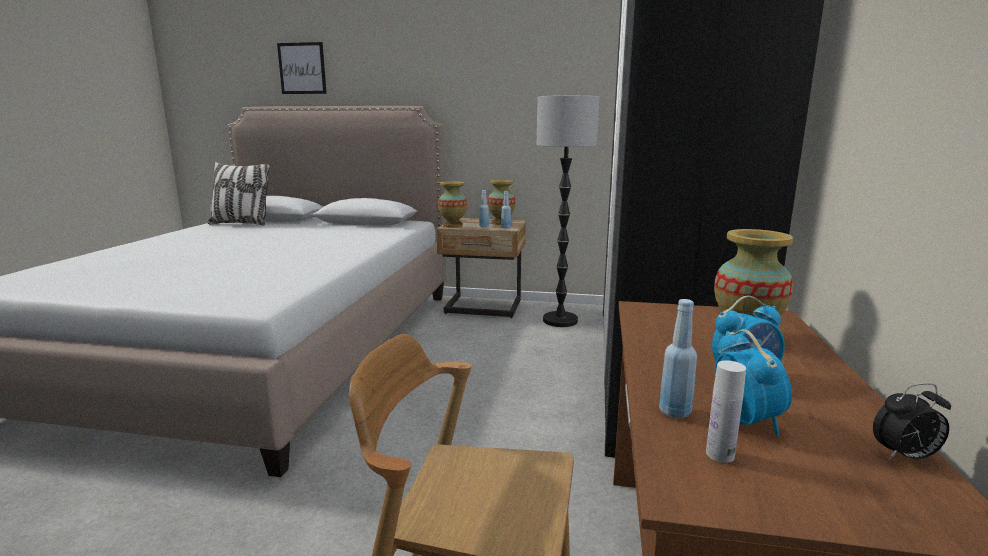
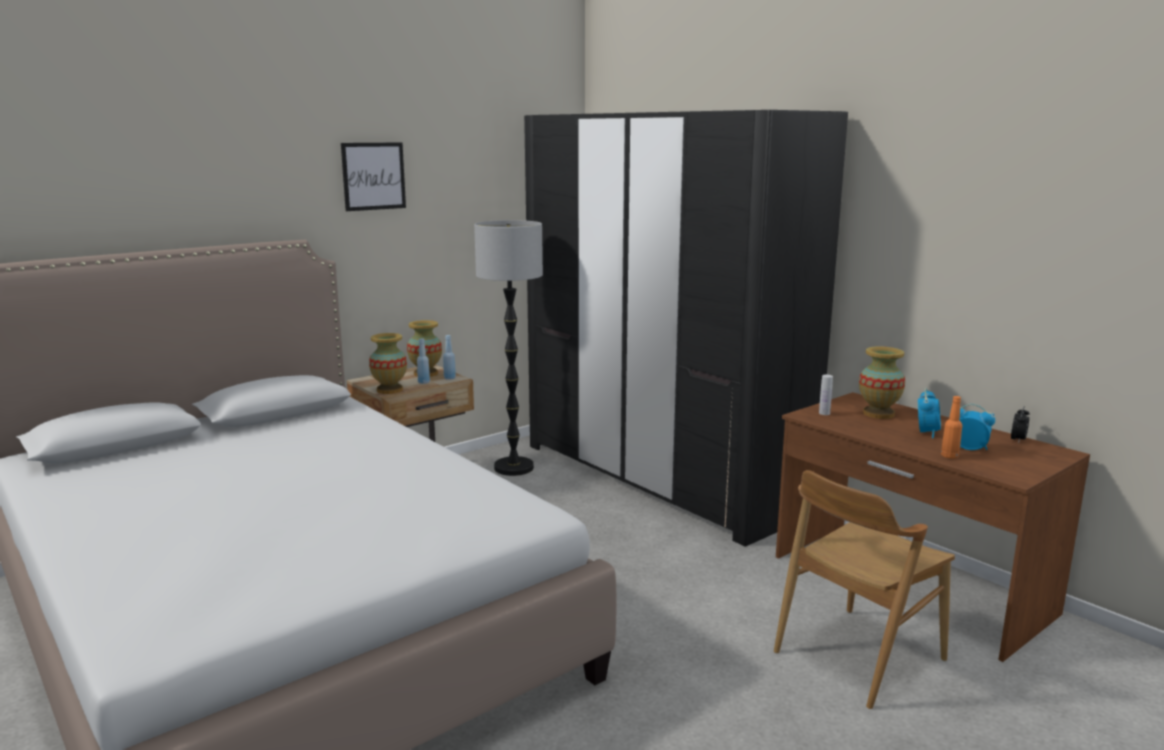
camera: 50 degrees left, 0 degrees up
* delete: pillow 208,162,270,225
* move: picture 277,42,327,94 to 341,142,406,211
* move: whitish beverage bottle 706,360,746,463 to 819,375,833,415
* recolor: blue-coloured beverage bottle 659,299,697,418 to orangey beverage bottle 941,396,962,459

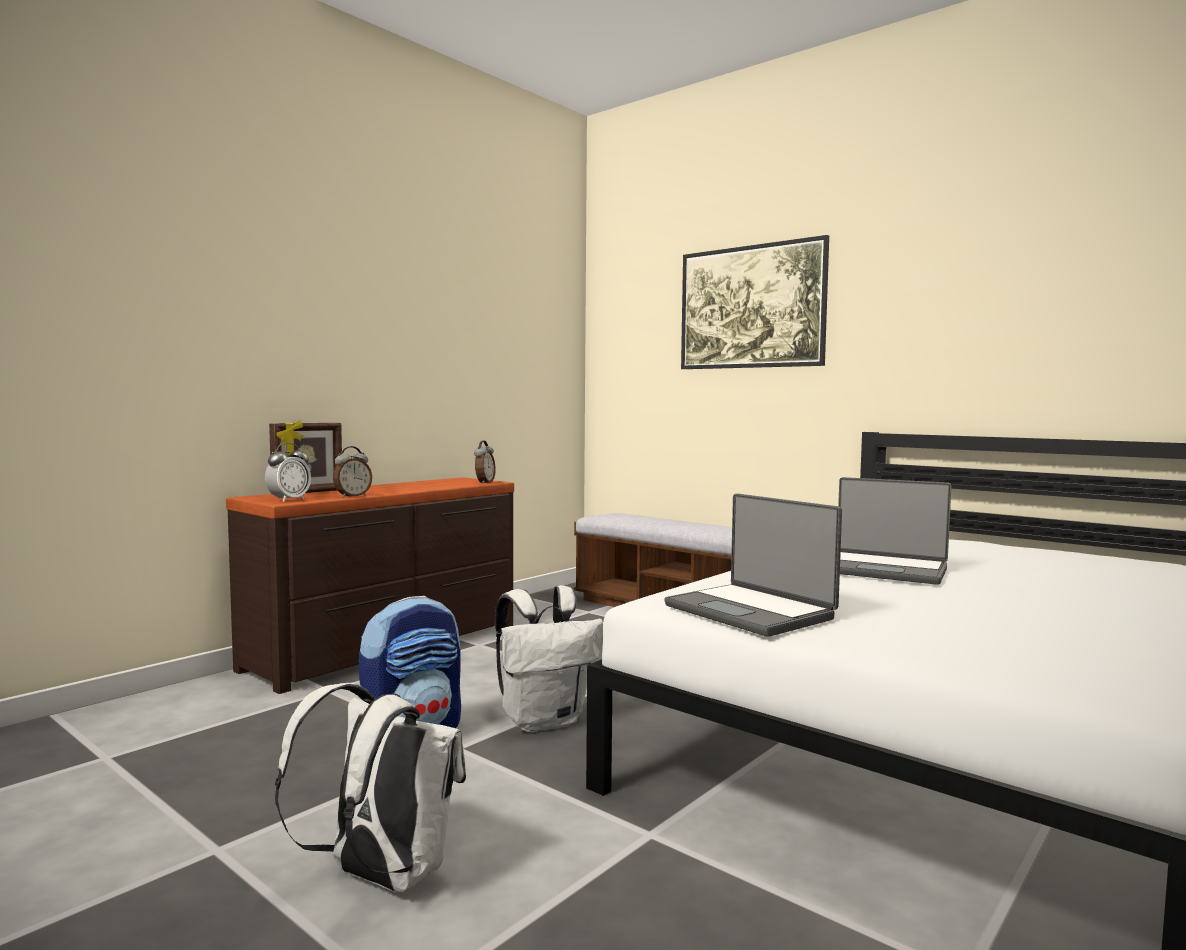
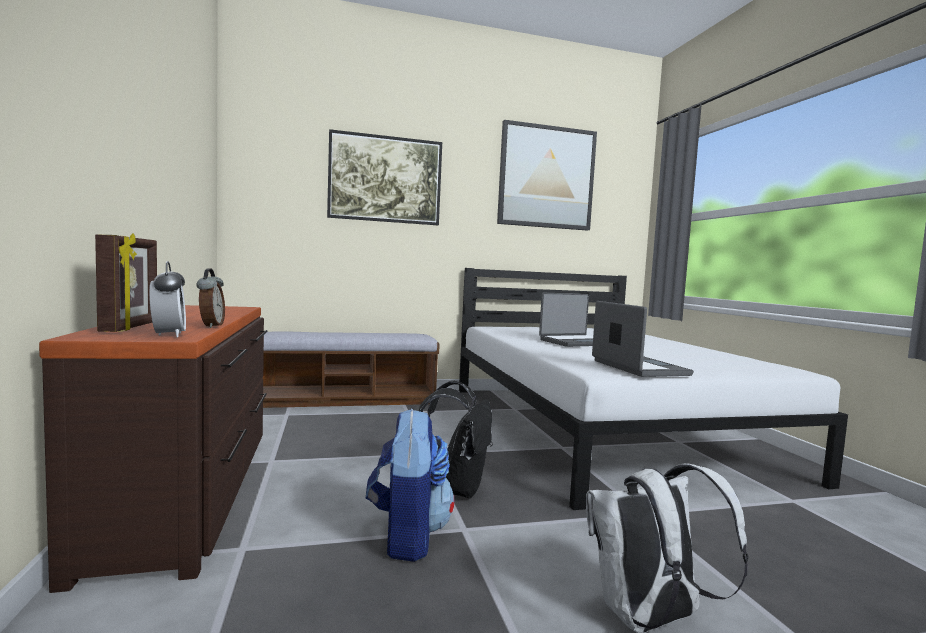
camera: 55 degrees left, 0 degrees up
* delete: table clock 474,440,496,484
* insert: picture 497,120,597,231
* recolor: whitish rucksack 495,585,603,732 to black rucksack 419,381,493,498
* rotate: portable computer 664,494,842,637 = 592,301,694,377 105 degrees counterclockwise

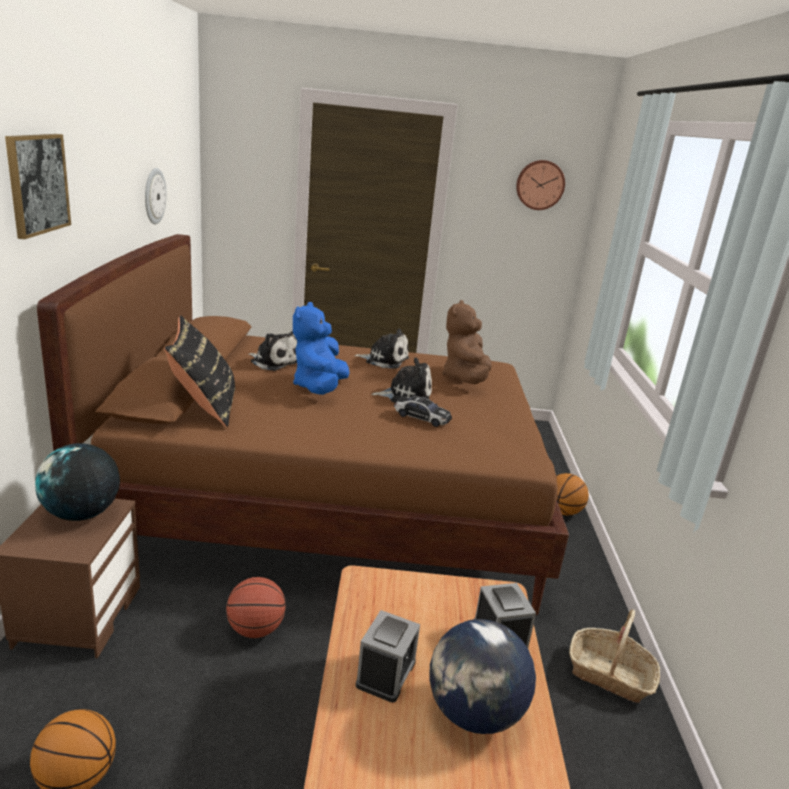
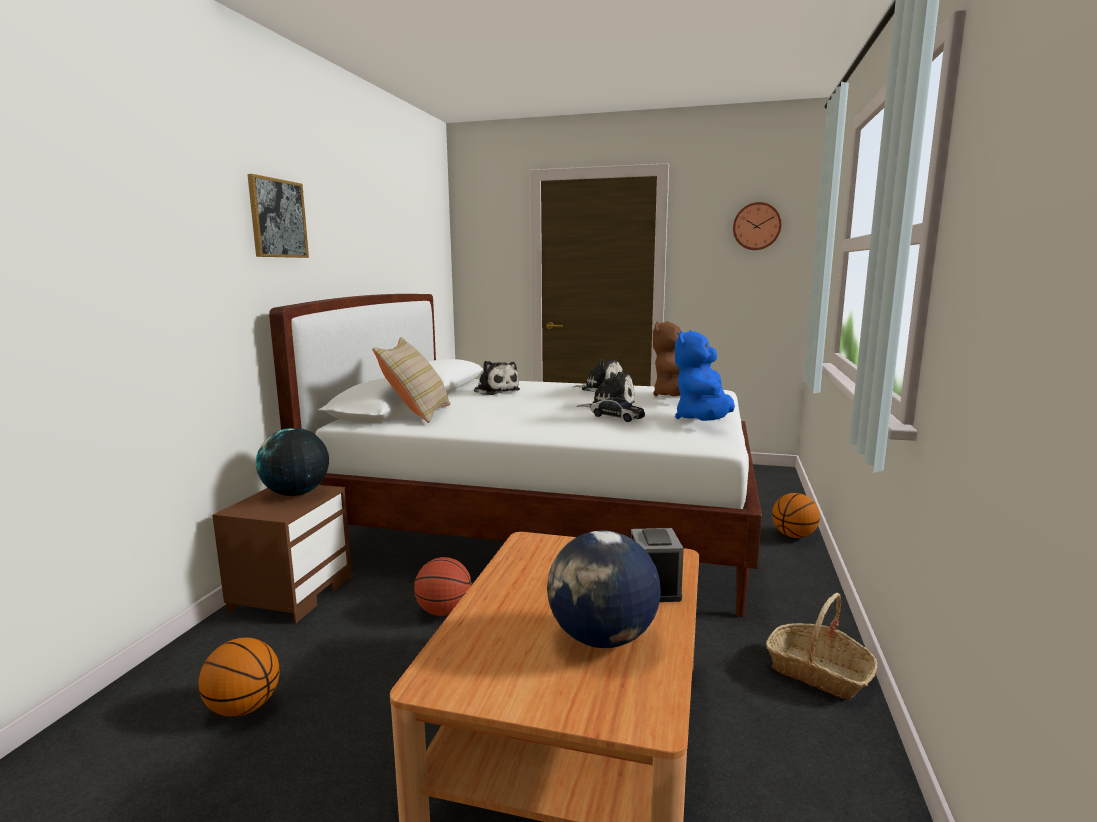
camera: 15 degrees right, 10 degrees down
* delete: wall clock 145,168,166,224
* delete: table clock 356,610,420,703
* move: blue-coloured plush toy 293,302,350,395 to 675,330,735,421
* recolor: brownish sleeping bed 37,234,569,615 to whitish sleeping bed 269,294,762,617
* recolor: black pillow 164,315,235,427 to beige-coloured pillow 372,337,451,423

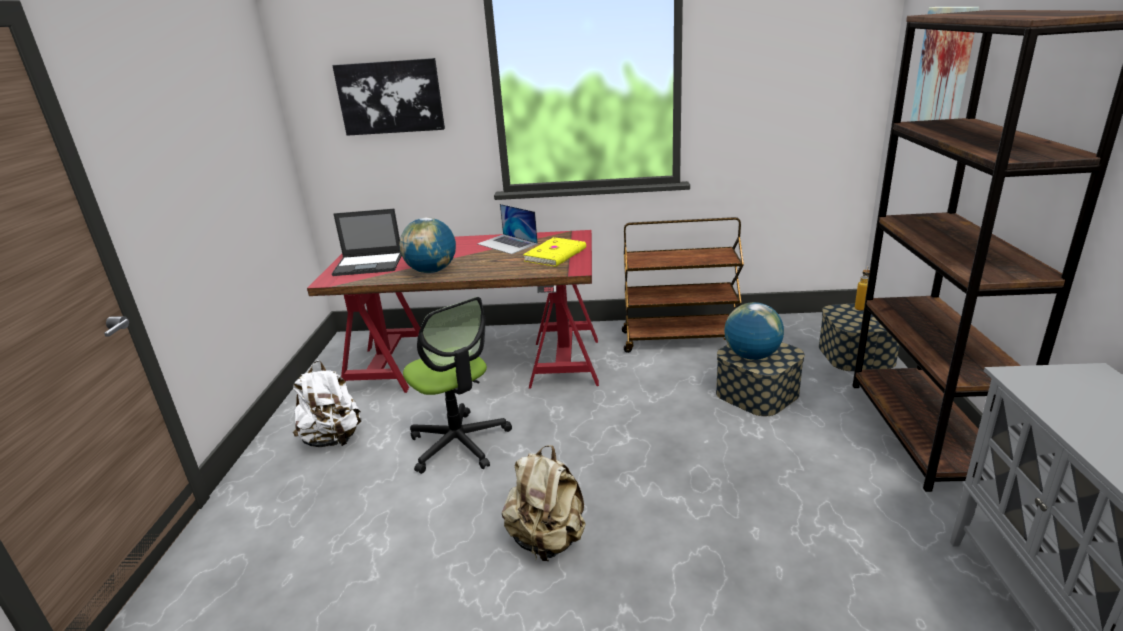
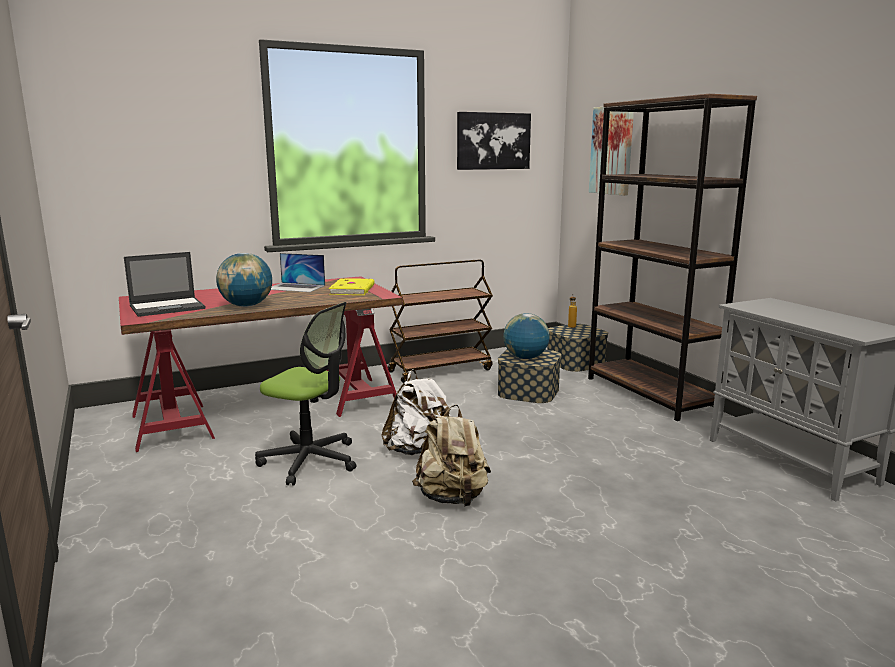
camera: 30 degrees left, 10 degrees down
* move: whitish rucksack 293,360,361,447 to 381,369,451,455
* move: picture 332,58,445,136 to 457,112,531,170

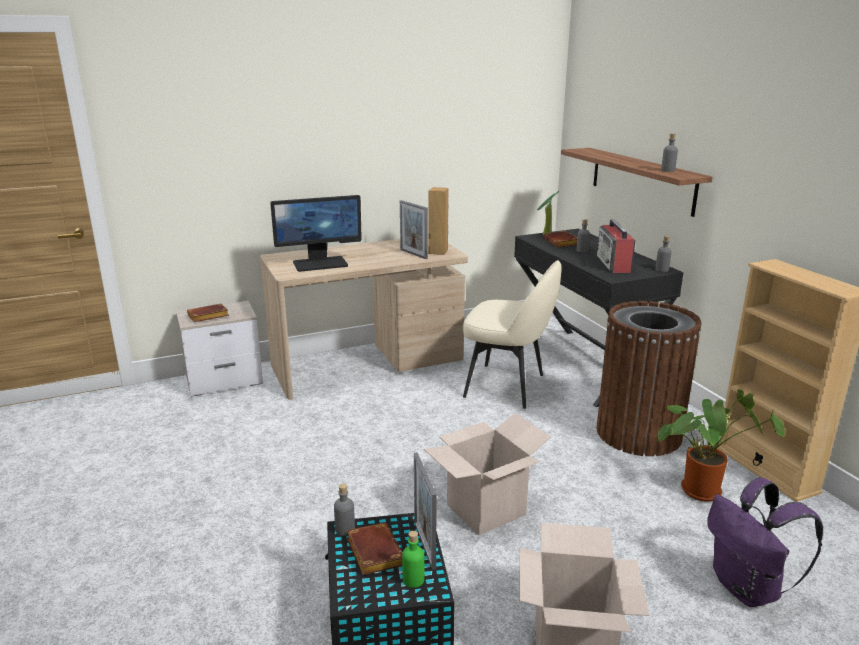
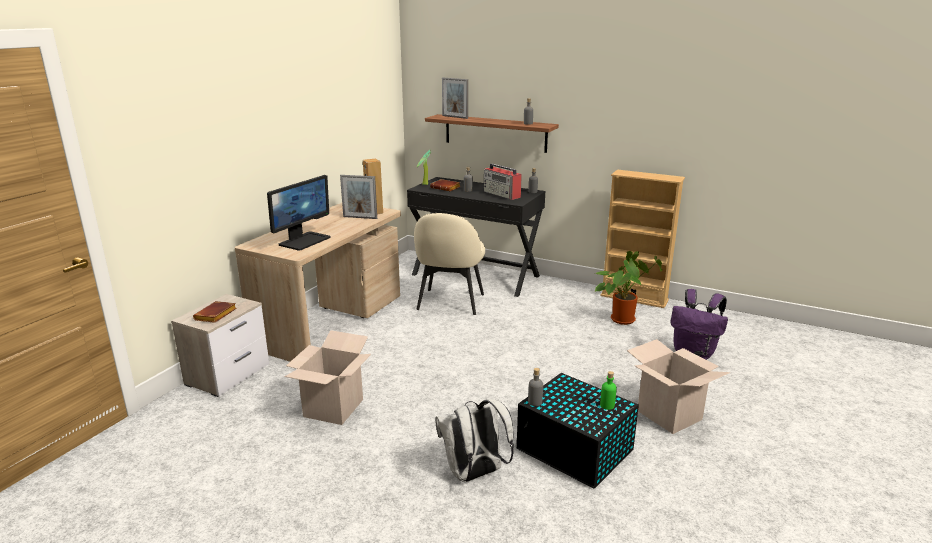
camera: 40 degrees left, 0 degrees up
* delete: brownish book 347,523,403,575
* delete: brownish waste bin 596,301,701,456
* insert: whitish rucksack 435,399,514,482
* move: photo frame 414,452,437,570 to 442,78,468,119
* move: cardboard box 424,413,551,535 to 285,330,371,425
* rotate: beige-coloured chair 463,260,561,409 = 414,213,485,315 120 degrees clockwise

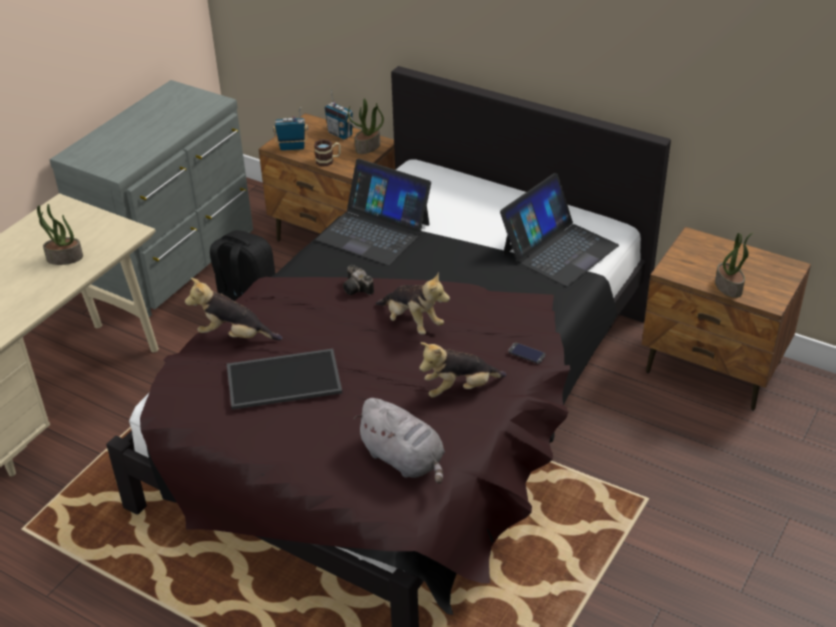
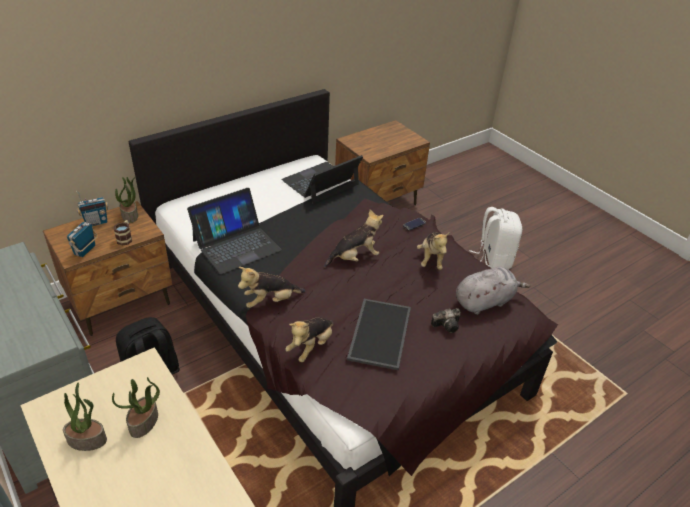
camera: 70 degrees left, 0 degrees up
* insert: plush toy 238,267,306,308
* insert: whitish rucksack 470,207,522,269
* move: photo camera 343,265,374,295 to 431,308,461,333
* move: potted plant 715,233,753,298 to 63,382,107,451
* rotate: portable computer 500,173,619,286 = 281,155,363,204 105 degrees counterclockwise

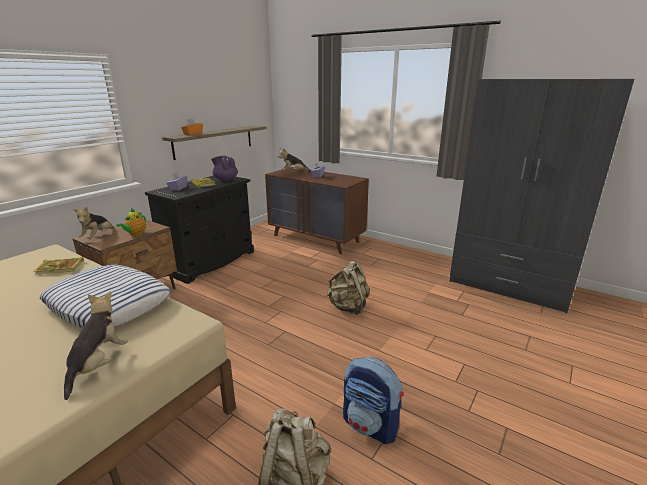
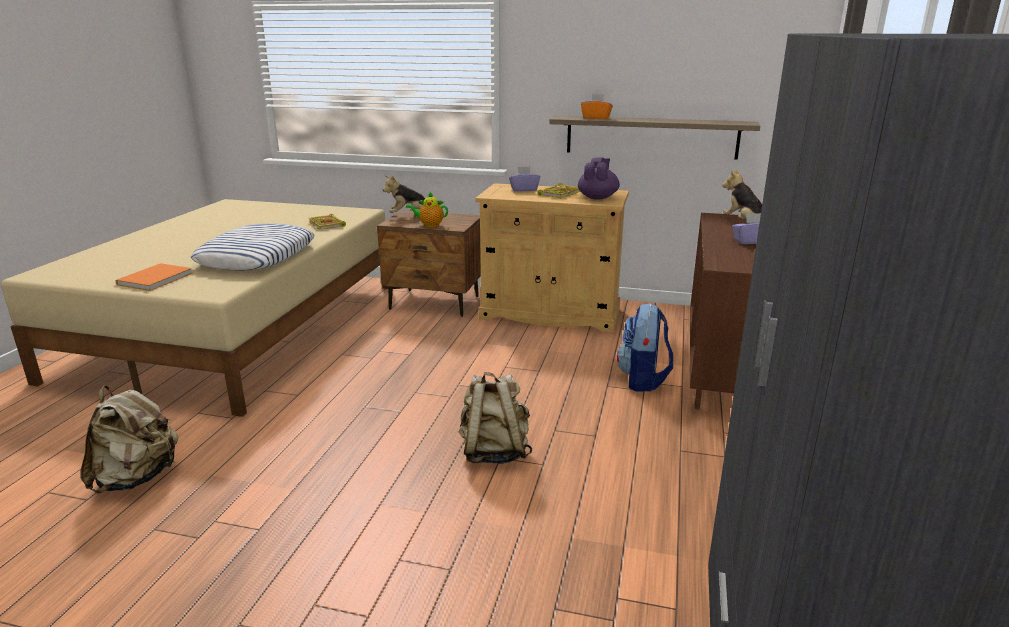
camera: 70 degrees right, 0 degrees up
* move: rucksack 343,357,404,444 to 617,303,673,392
* replace: plush toy 64,291,128,400 to orangey book 116,263,193,291
* recolor: black storage cabinet 145,176,254,284 to beige-coloured storage cabinet 475,183,629,333

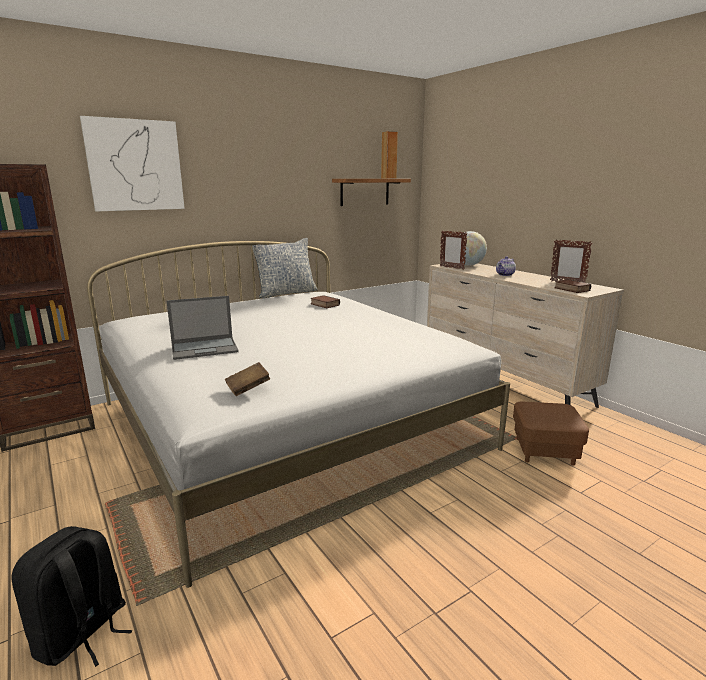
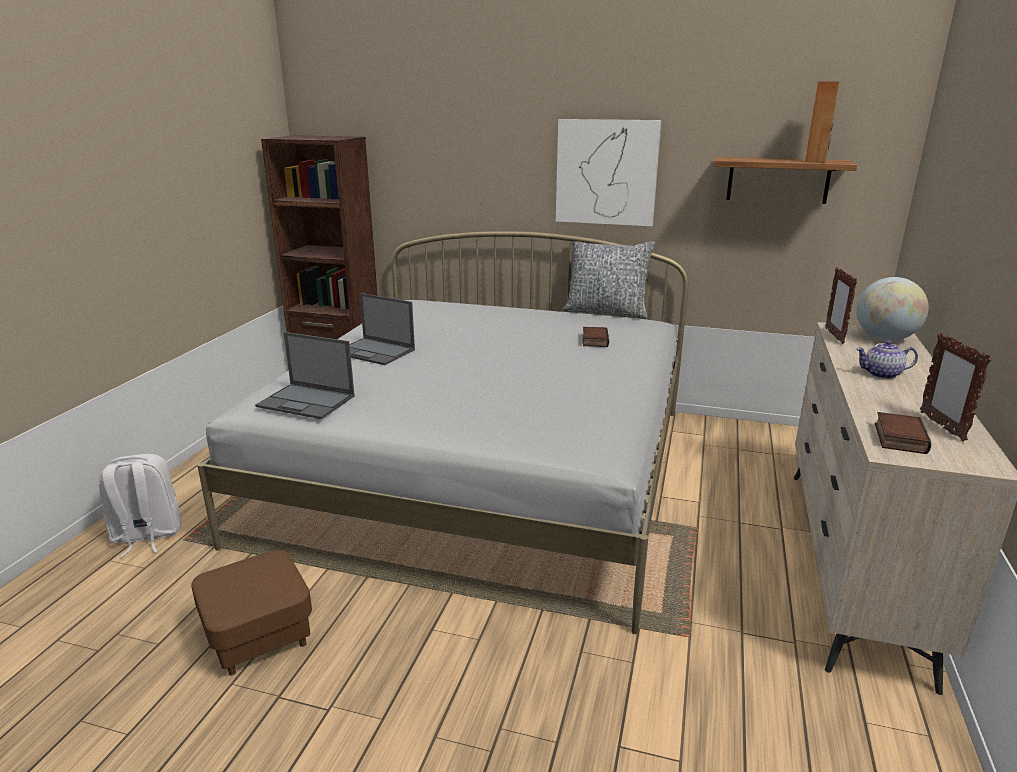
camera: 50 degrees right, 5 degrees up
* move: picture 80,116,185,212 to 556,119,662,226
* move: brownish pouffe 513,401,589,465 to 191,550,312,675
* replace: brownish book 225,362,270,396 to portable computer 255,332,355,419
* recolor: black rucksack 12,526,132,667 to whitish rucksack 99,454,181,557

